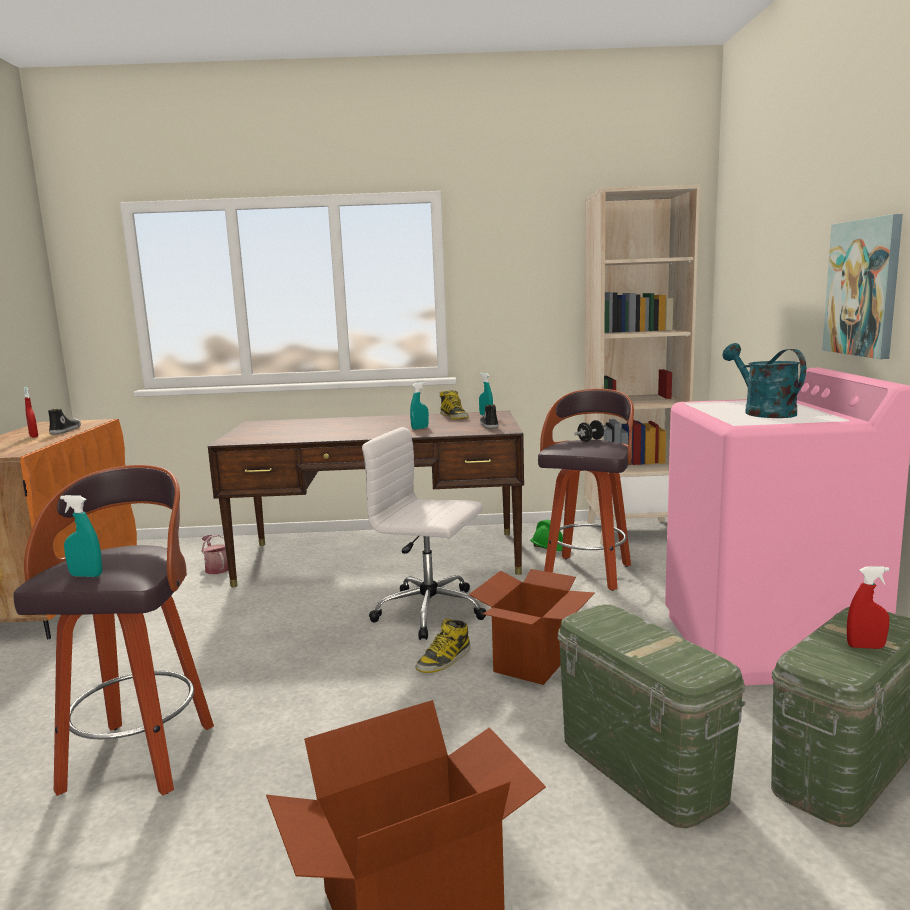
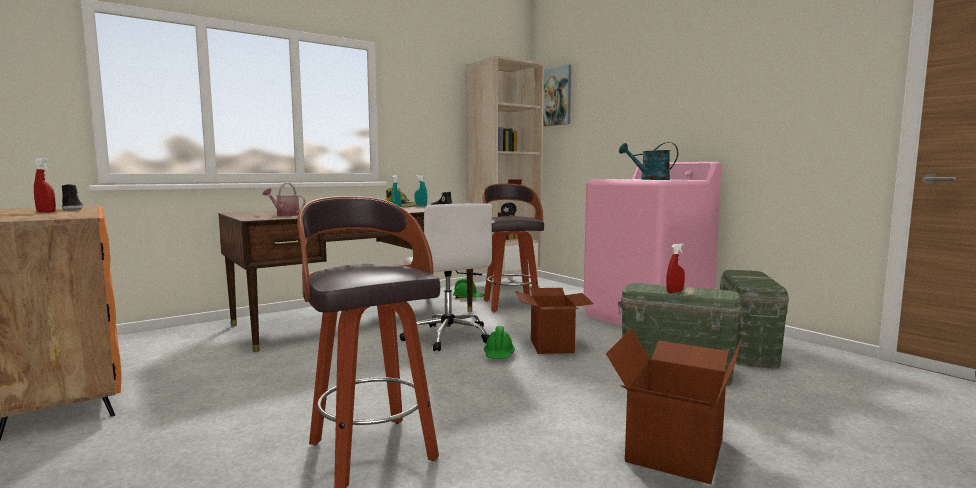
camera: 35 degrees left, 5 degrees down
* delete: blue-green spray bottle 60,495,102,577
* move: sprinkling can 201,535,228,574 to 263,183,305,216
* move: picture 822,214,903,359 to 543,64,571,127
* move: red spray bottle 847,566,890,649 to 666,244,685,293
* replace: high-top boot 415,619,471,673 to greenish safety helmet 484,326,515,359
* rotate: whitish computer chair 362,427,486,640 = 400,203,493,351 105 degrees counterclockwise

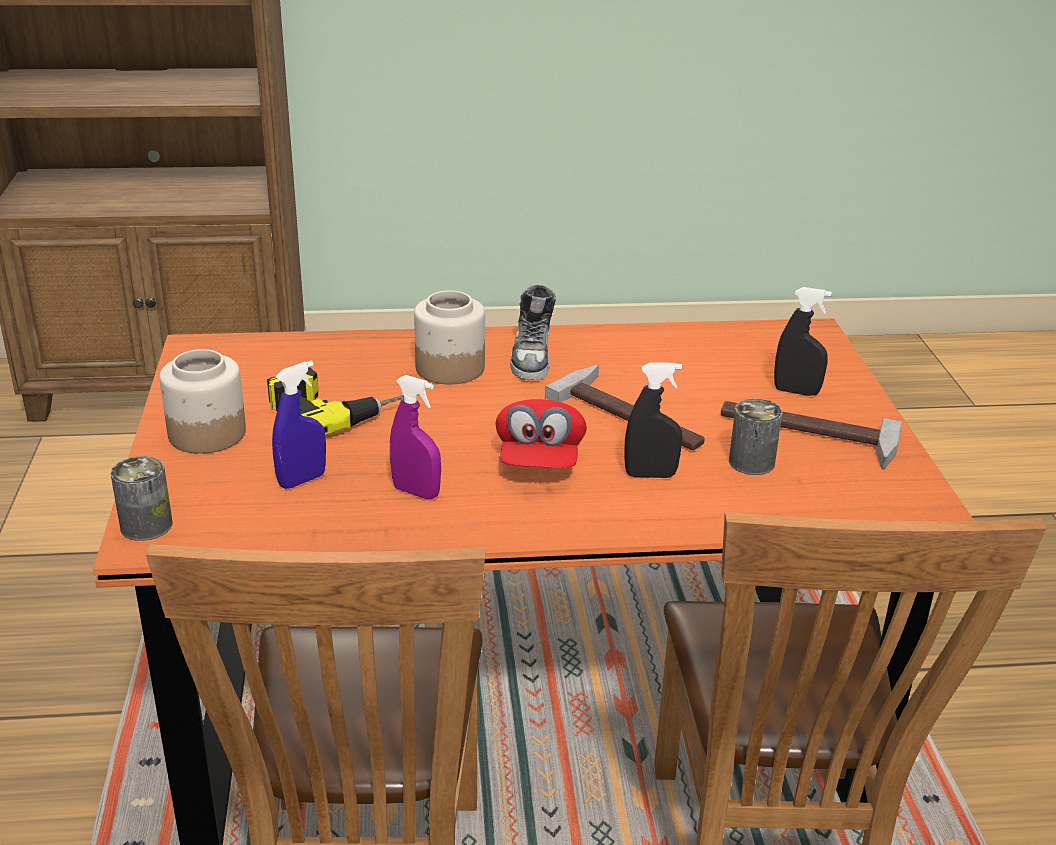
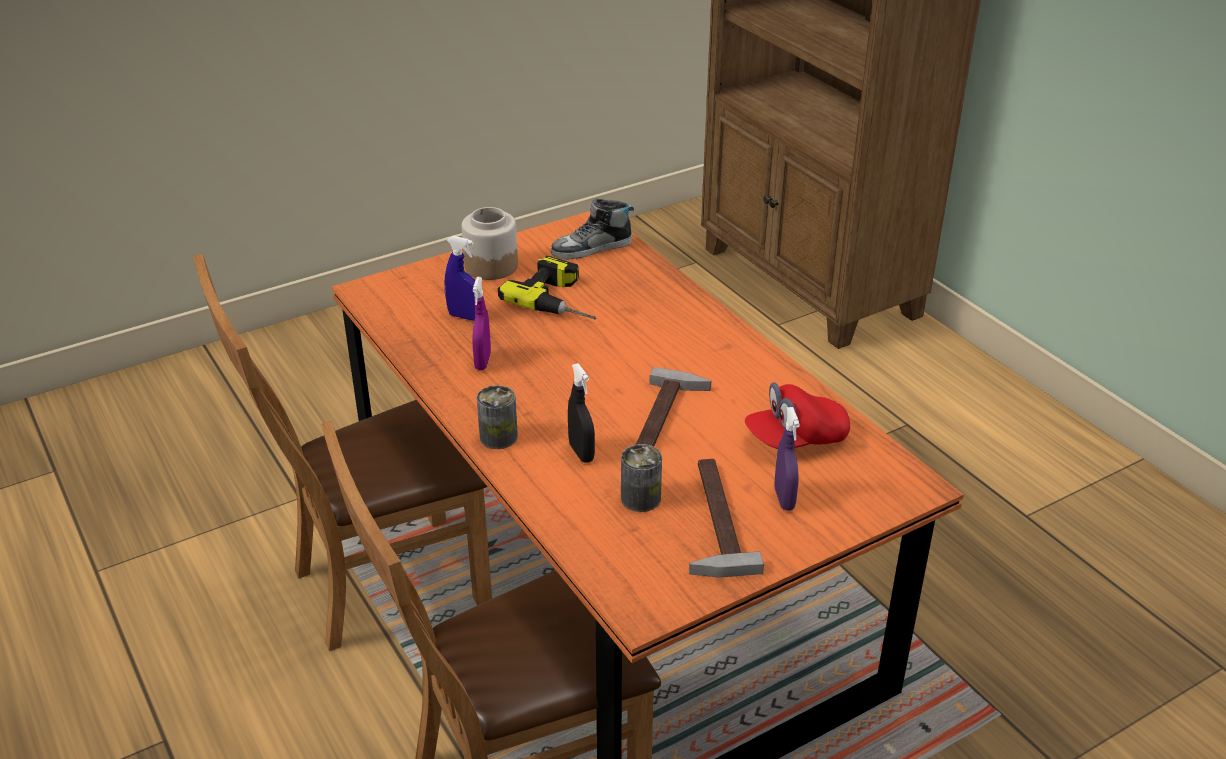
camera: 65 degrees right, 5 degrees up
* delete: preserve jar 414,290,485,384
* move: sealed can 111,456,172,541 to 477,385,518,449
* move: red peaked cap 495,399,587,468 to 745,382,850,449
* move: low shoe 510,285,556,380 to 551,198,634,260
* recolor: black spray bottle 774,287,832,396 to purplish spray bottle 774,407,800,511

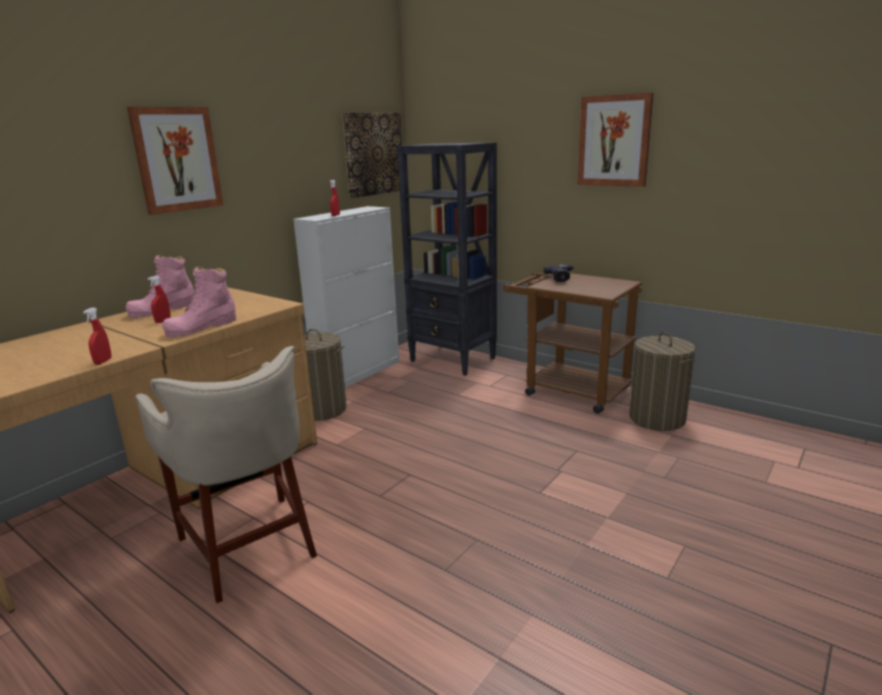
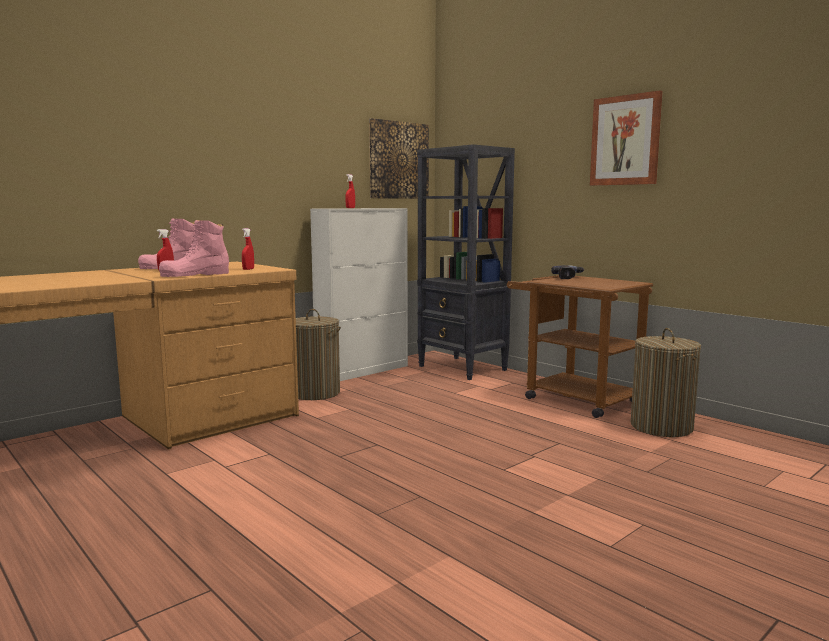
camera: 10 degrees right, 10 degrees down
* delete: picture 127,107,223,215
* delete: beige-coloured stool seat 135,346,317,603
* move: red spray bottle 83,307,112,365 to 242,228,254,270

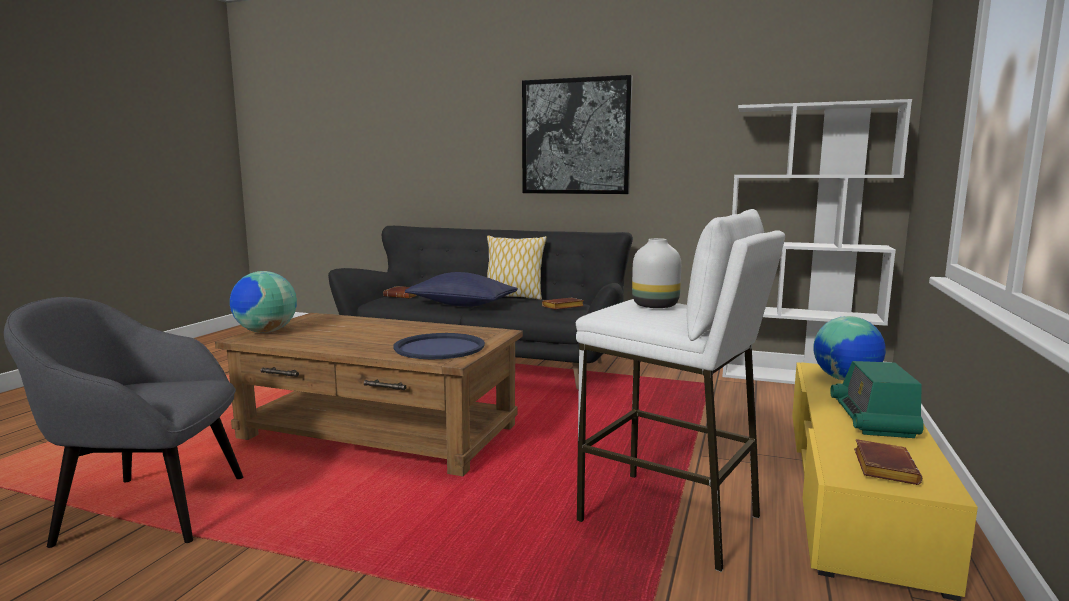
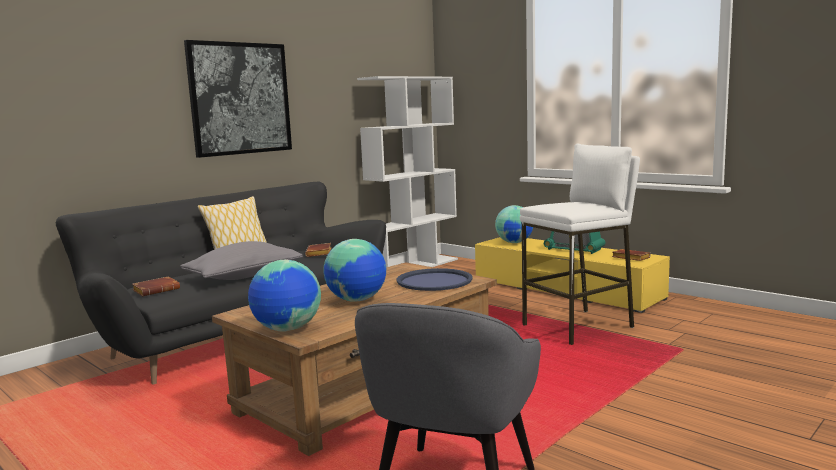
camera: 65 degrees left, 0 degrees up
* delete: whitish vase 632,238,681,308
* insert: globe 323,239,386,302
* recolor: blue-coloured pillow 405,272,518,307 to greyish pillow 180,241,303,280

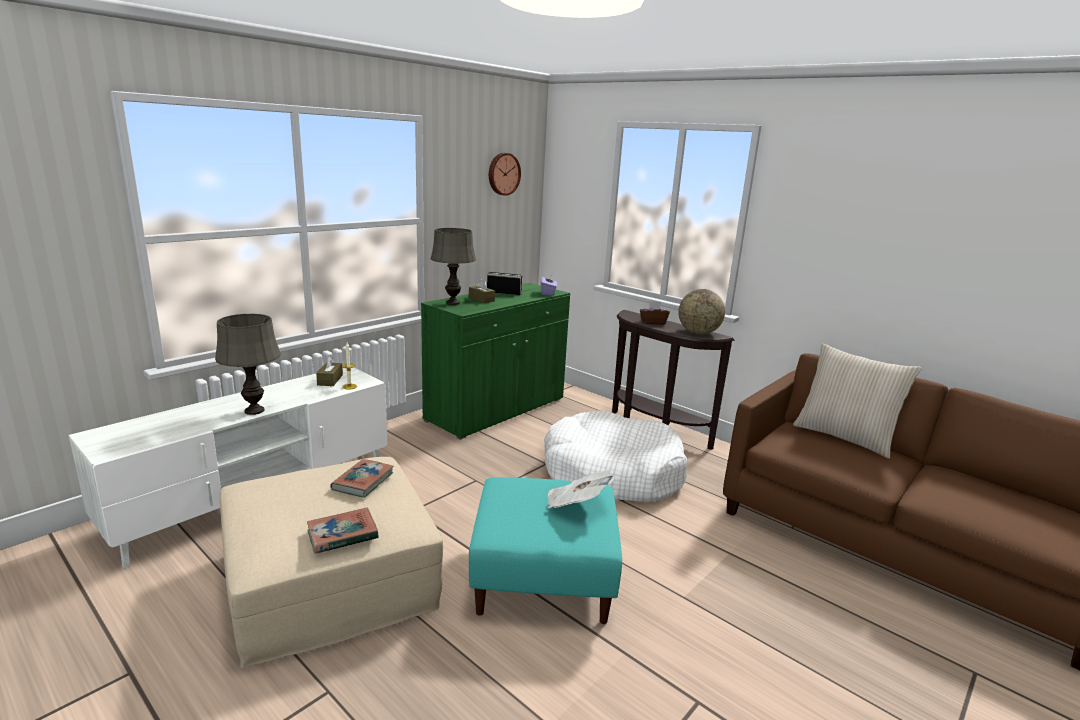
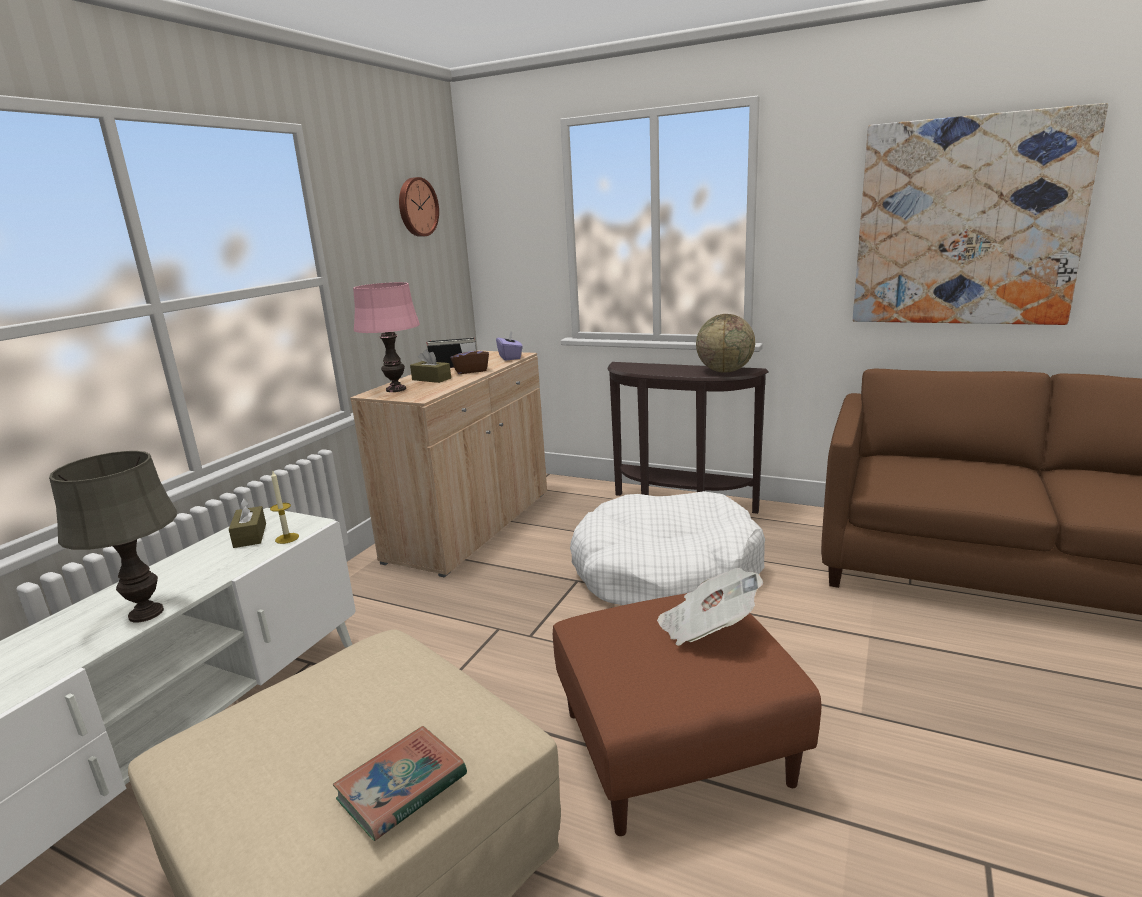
camera: 15 degrees left, 0 degrees up
* delete: book 330,459,394,498
* delete: beige-coloured pillow 793,343,922,459
* insert: picture 853,103,1108,325
* move: brownish box of tissues 640,301,670,325 to 450,342,489,374
* recolor: greenish storage cabinet 421,283,570,440 to beige-coloured storage cabinet 350,350,547,578
* recolor: greyish table lamp 431,228,476,305 to pink-coloured table lamp 353,282,420,392
* recolor: blue-green pouffe 469,477,622,624 to brownish pouffe 553,593,821,836

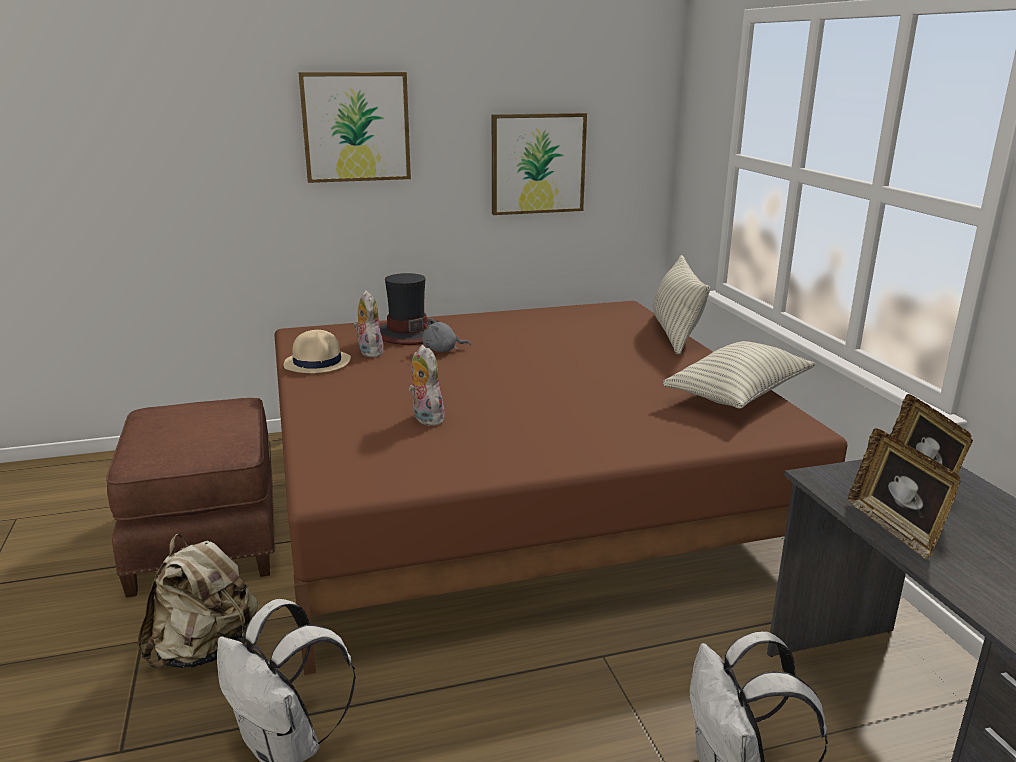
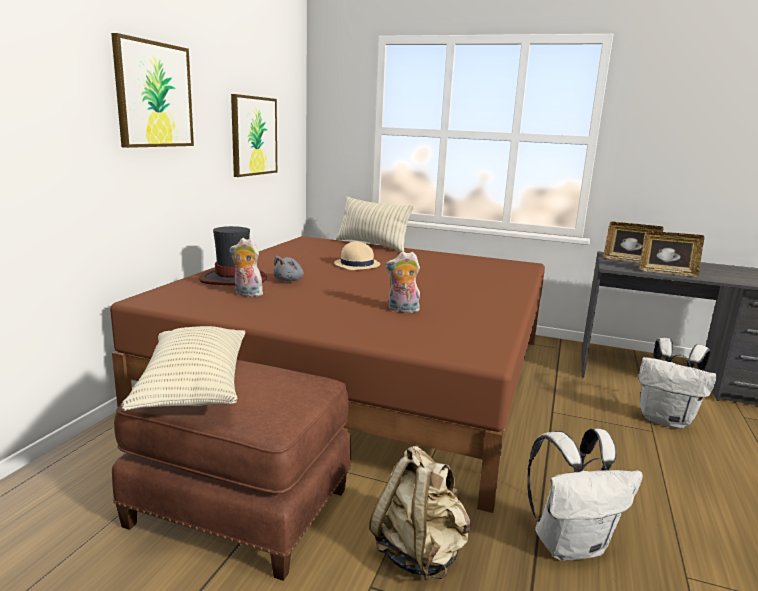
camera: 55 degrees left, 5 degrees down
* move: beige-coloured hat 284,330,351,373 to 334,241,380,270
* move: pillow 663,341,816,409 to 121,326,246,411

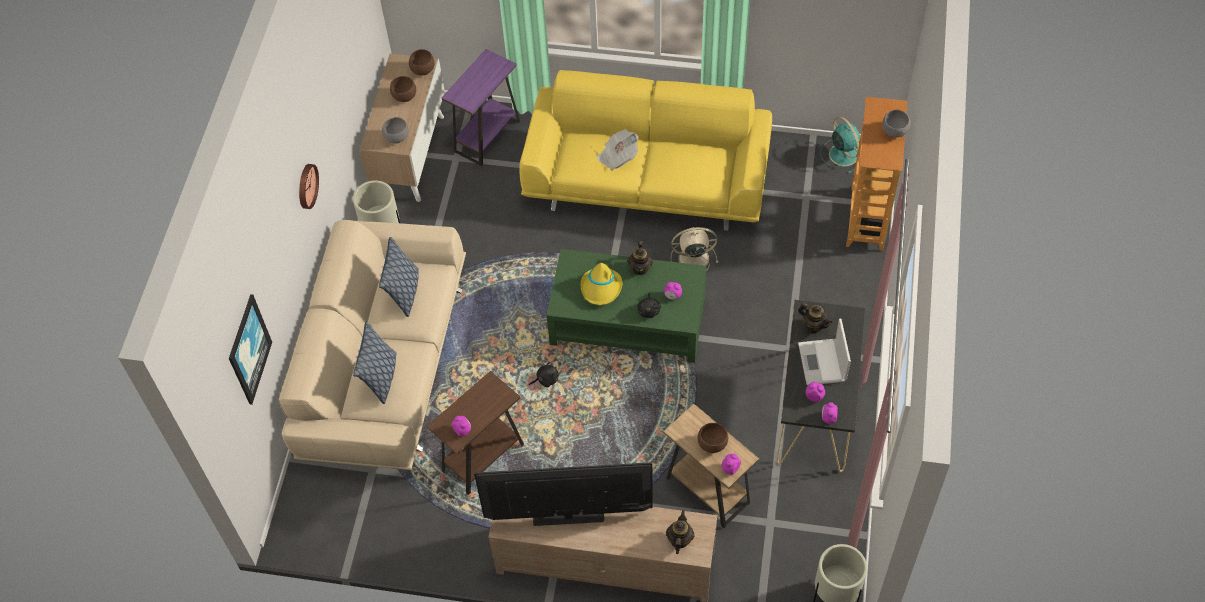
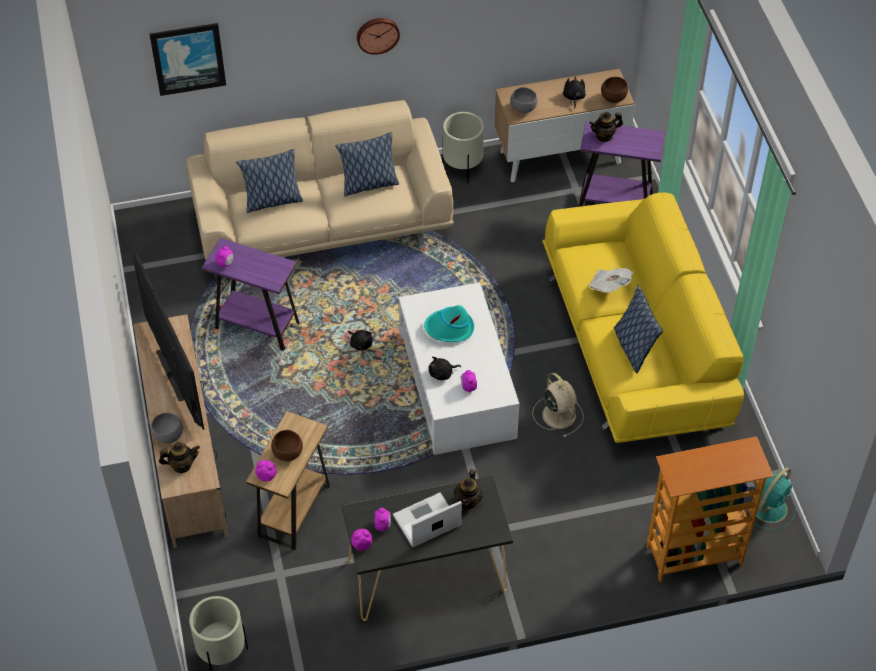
camera: 65 degrees right, 5 degrees down
* insert: pillow 614,285,663,373
* move: pot for tea 627,241,653,275 to 589,112,623,142
* move: greyish deep dish 882,110,911,138 to 151,413,183,444
* replace: brownish deep dish 390,76,416,102 to black plush toy 563,76,586,109
* recolor: brownish side table 427,371,524,495 to purplish side table 202,238,299,351
* recolor: greenish coffee table 546,249,706,363 to whitish coffee table 399,282,519,455
* recolor: yellow hat 581,263,623,305 to blue-green hat 424,305,474,342

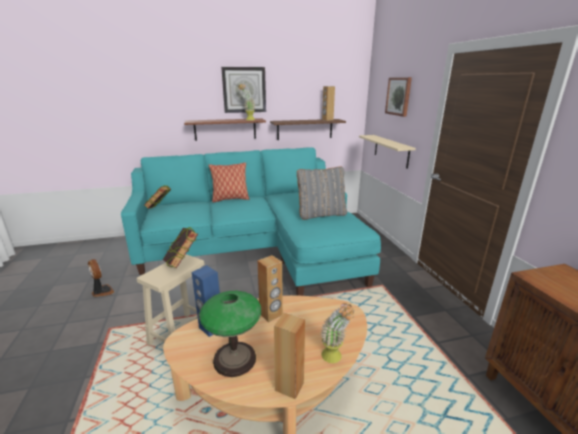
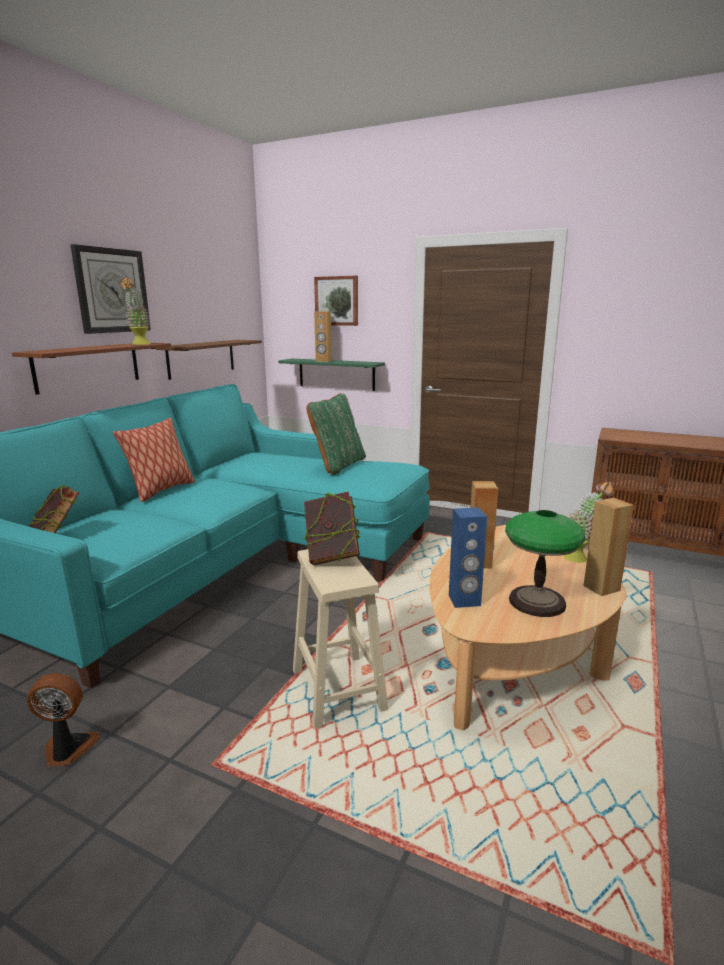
camera: 50 degrees left, 5 degrees down
* move: brownish audio speaker 322,86,335,121 to 314,311,332,362
* recolor: greyish pillow 297,167,347,220 to greenish pillow 306,393,366,475
* recolor: beige-coloured bracket shelf 359,135,416,169 to greenish bracket shelf 278,359,385,391

